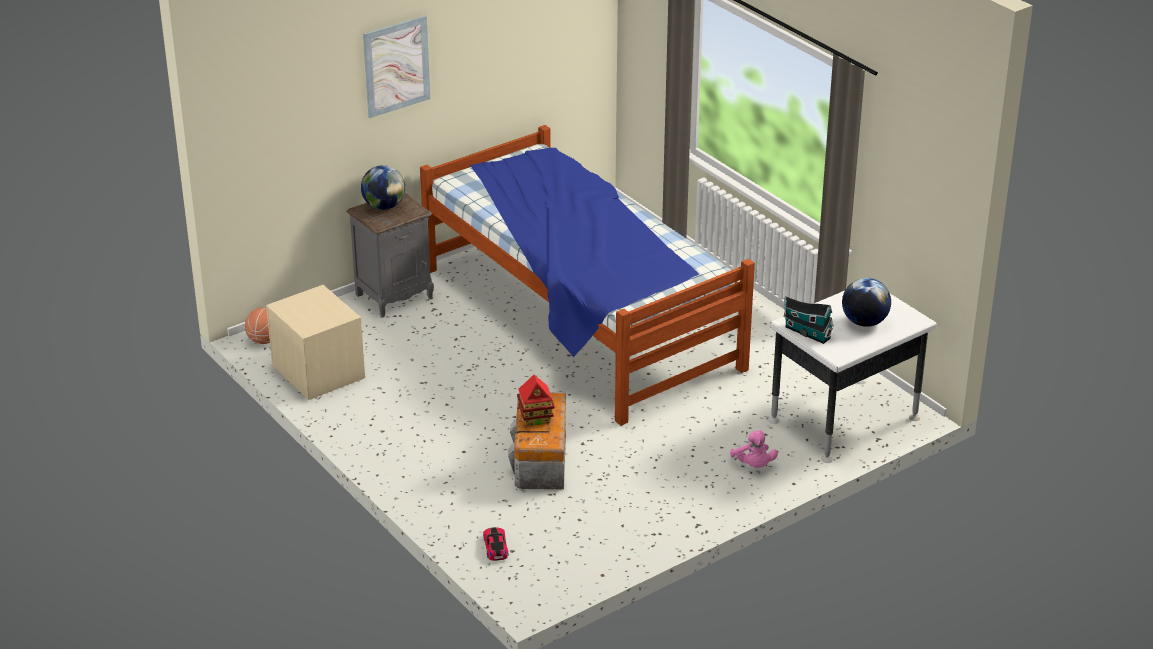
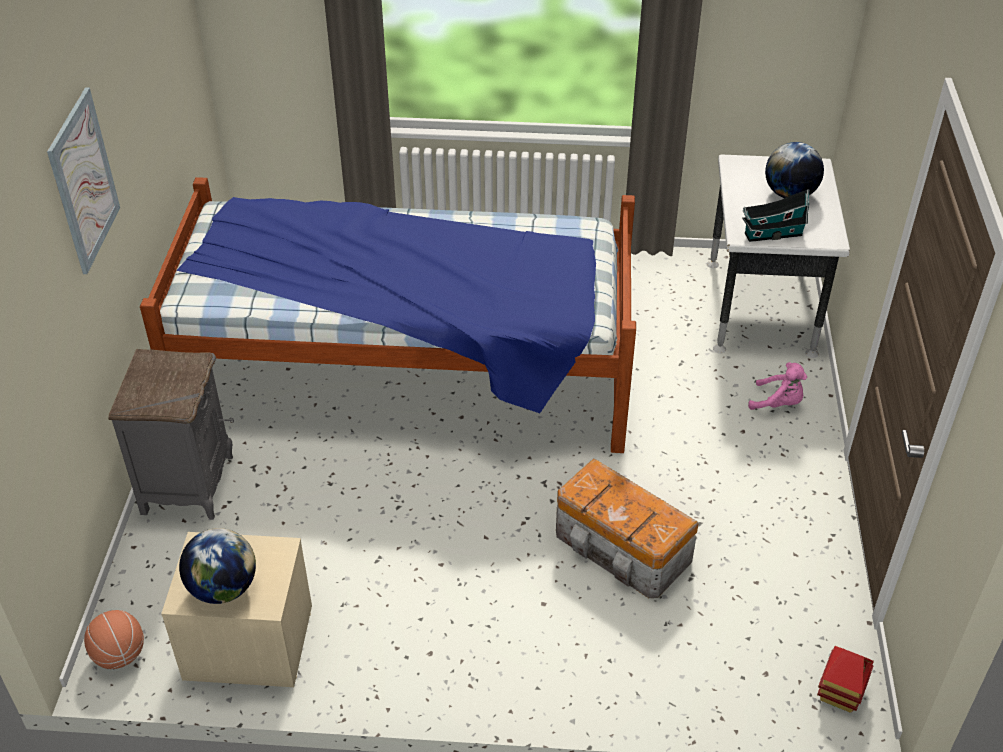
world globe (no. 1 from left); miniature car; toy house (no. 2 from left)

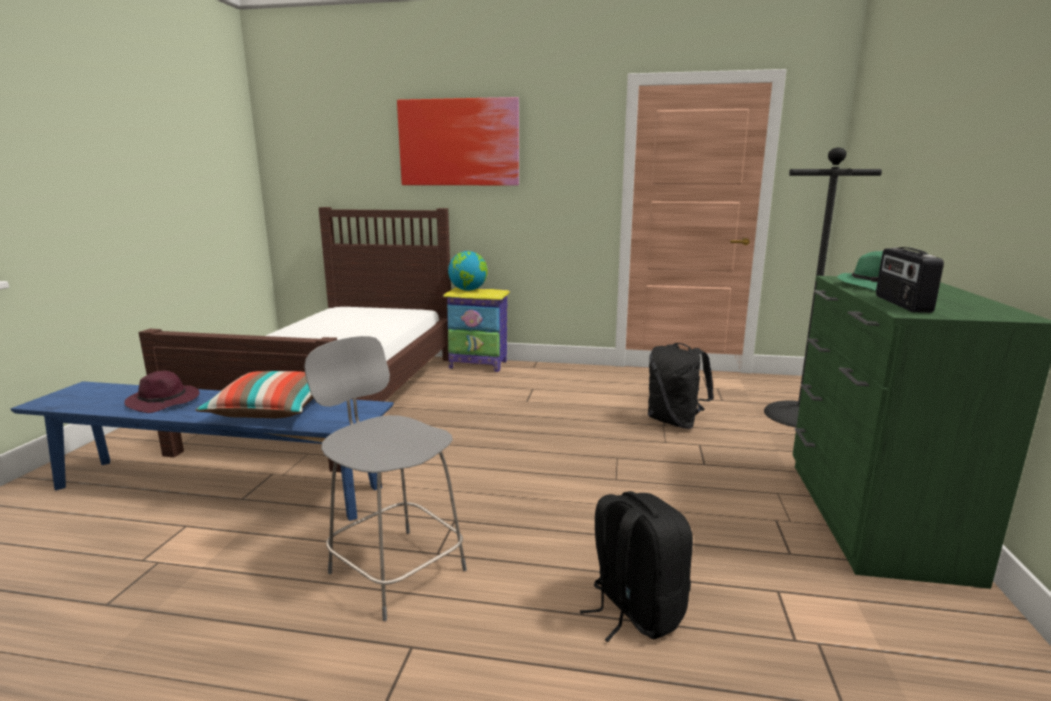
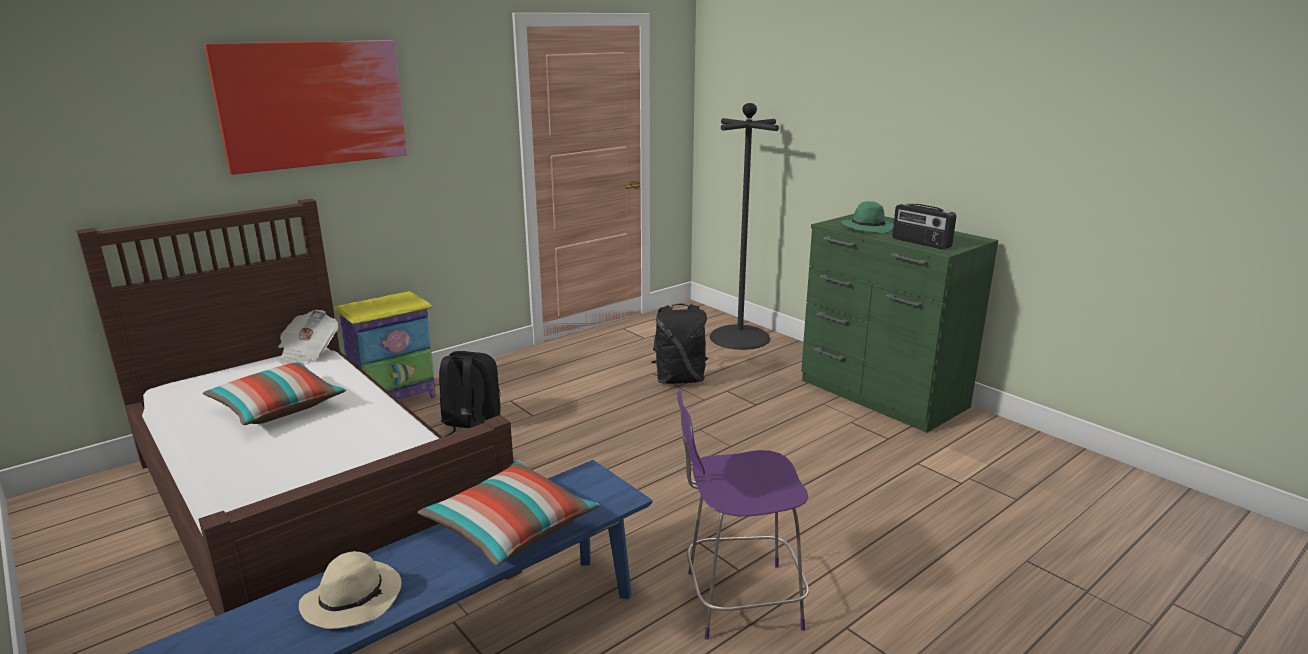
wearable hat (beige); chair (purple); world globe; knapsack (black) (no. 1 from left); cushion (no. 1 from left); newspaper

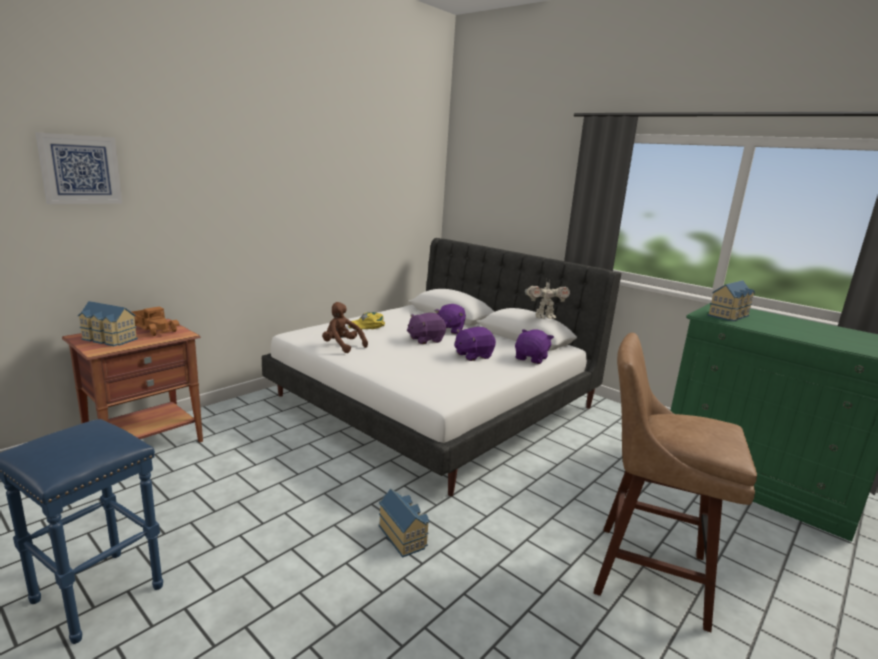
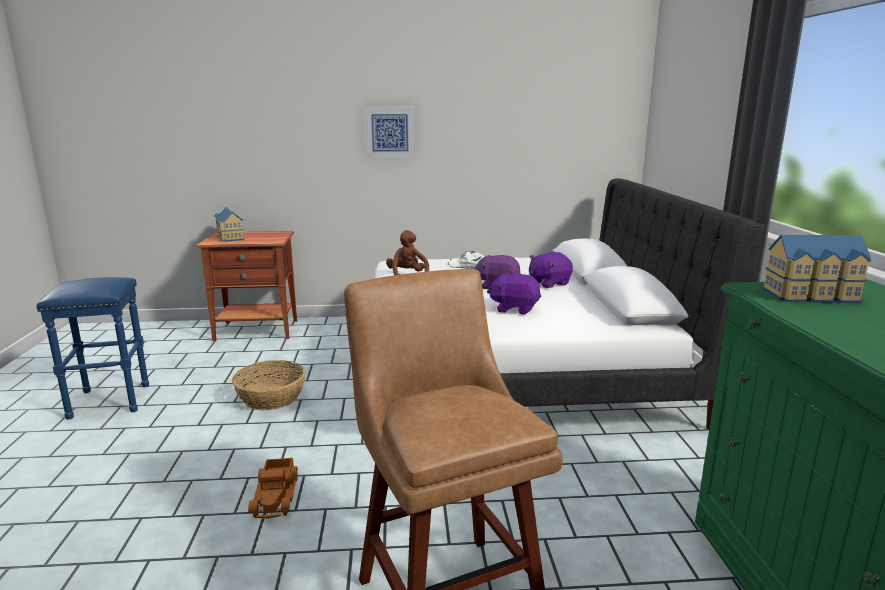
wall picture; model truck; baseball cap (white); toy house (no. 2 from left in the first image); cuddly toy (purple) (no. 4 from left in the first image); robot figure; storage basket

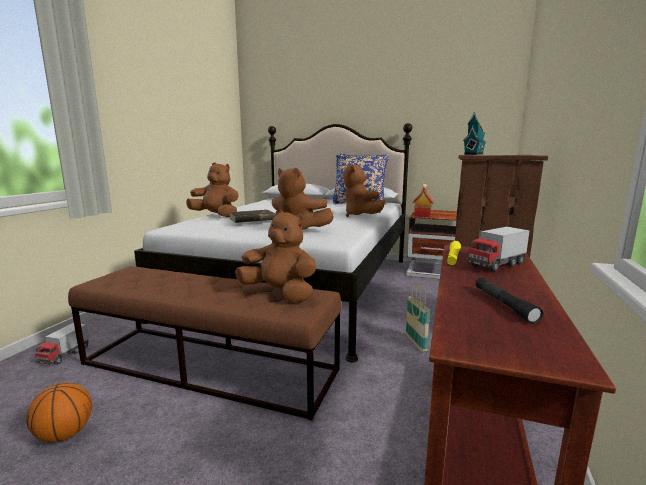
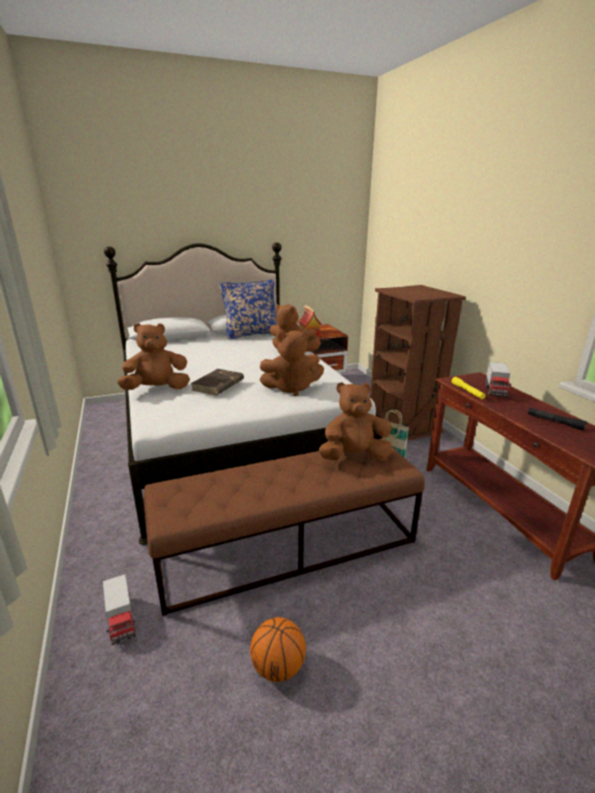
toy house (no. 2 from left in the first image)

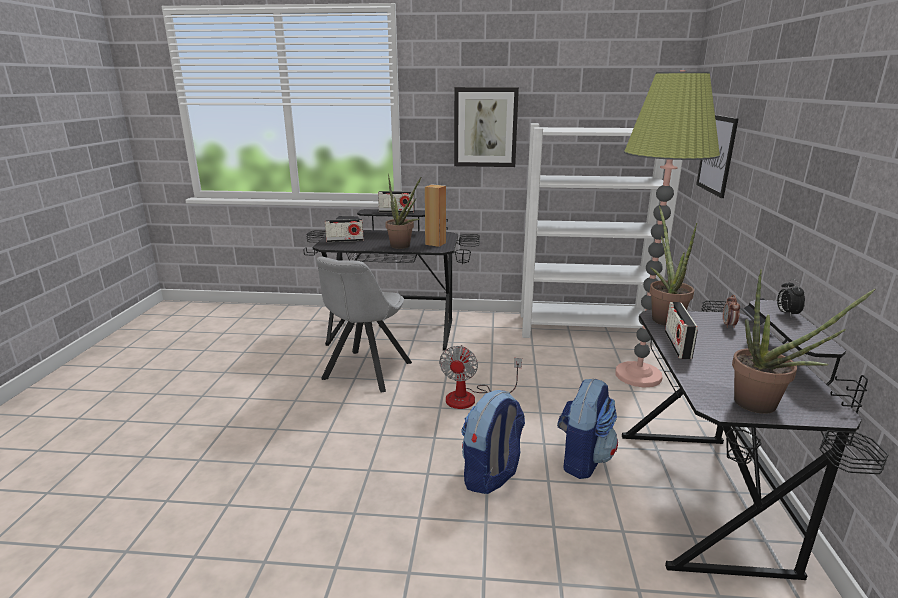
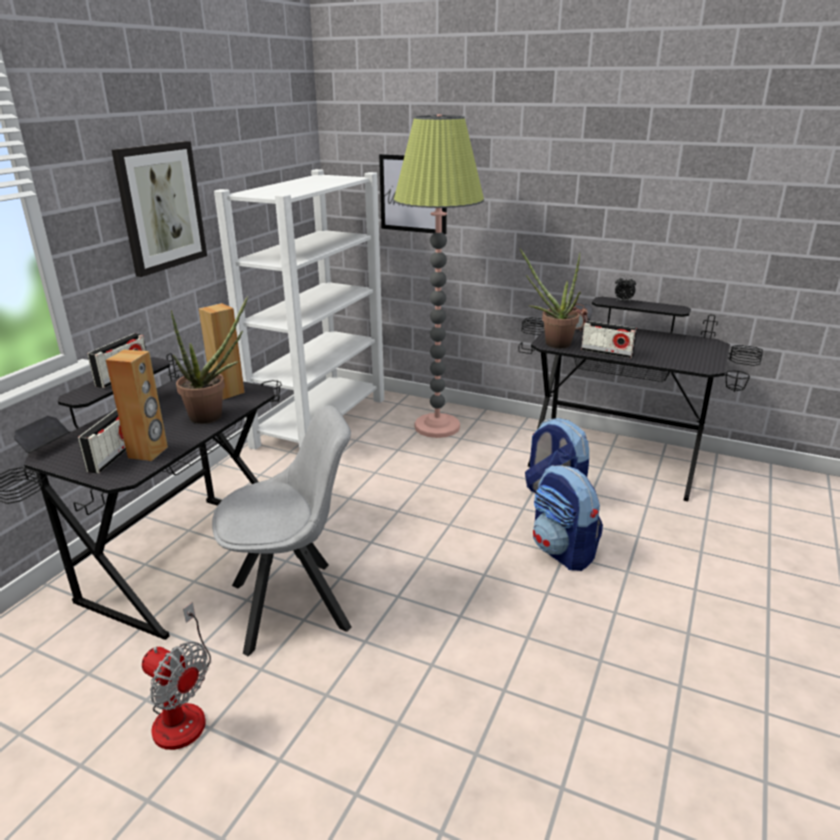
chair (grey); electric fan; houseplant (no. 3 from left in the first image); speaker (brownish) (no. 1 from left)

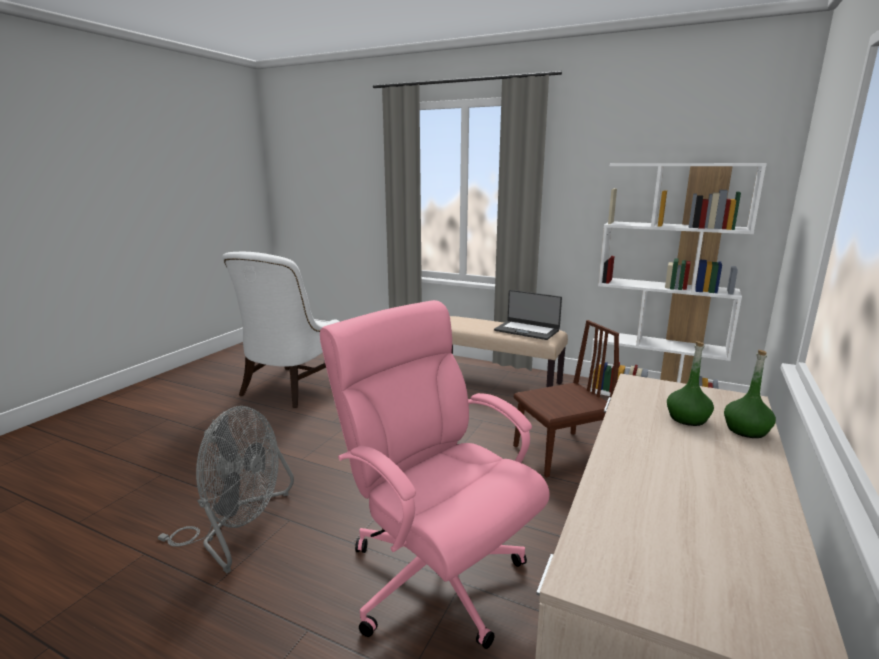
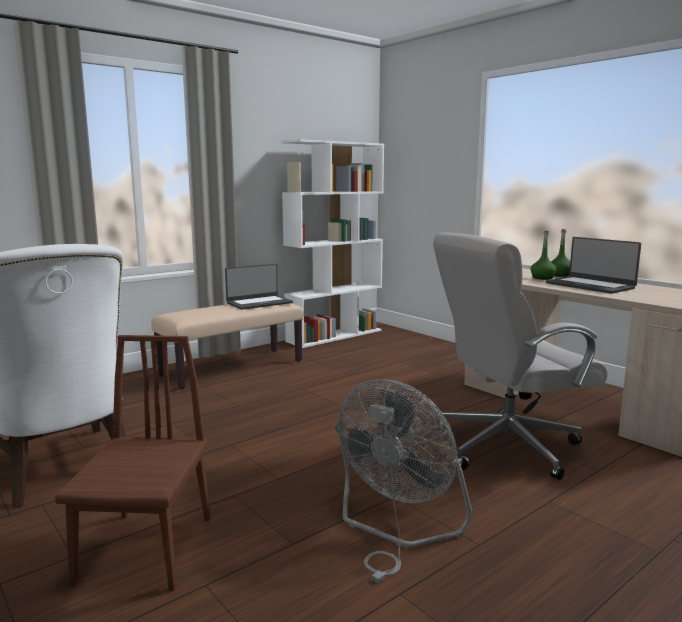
desk chair (grey); chair (brownish); notebook computer (no. 2 from left)

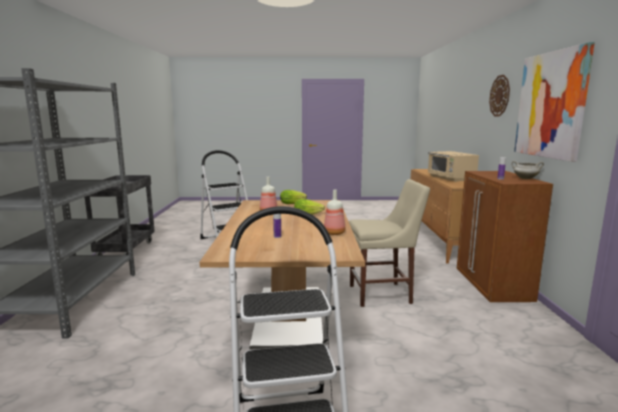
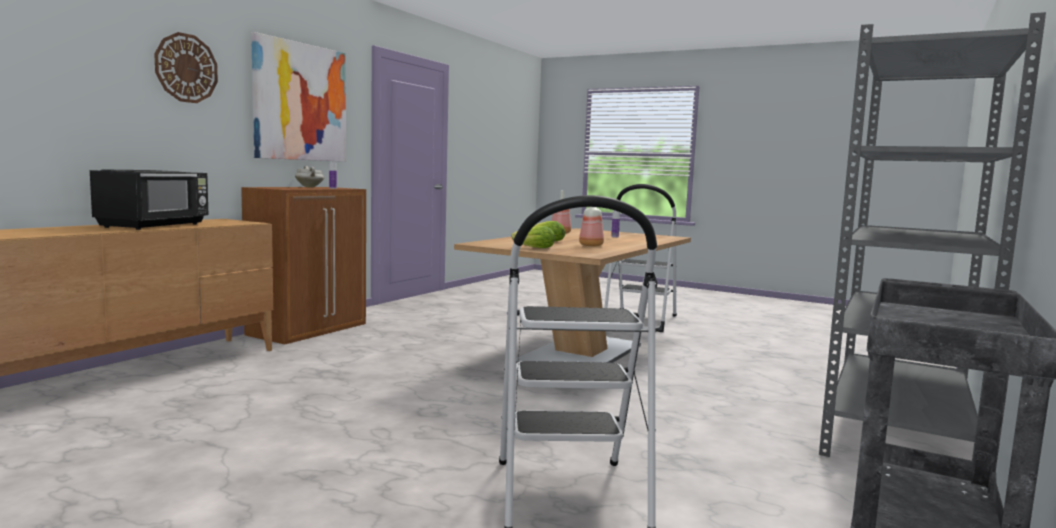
chair (beige); microwave oven (black)

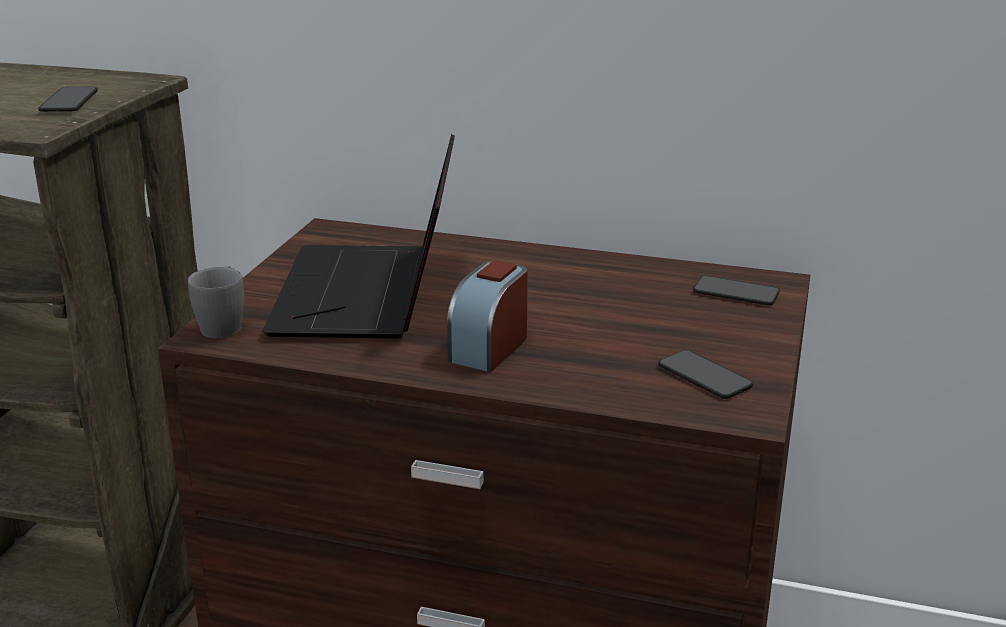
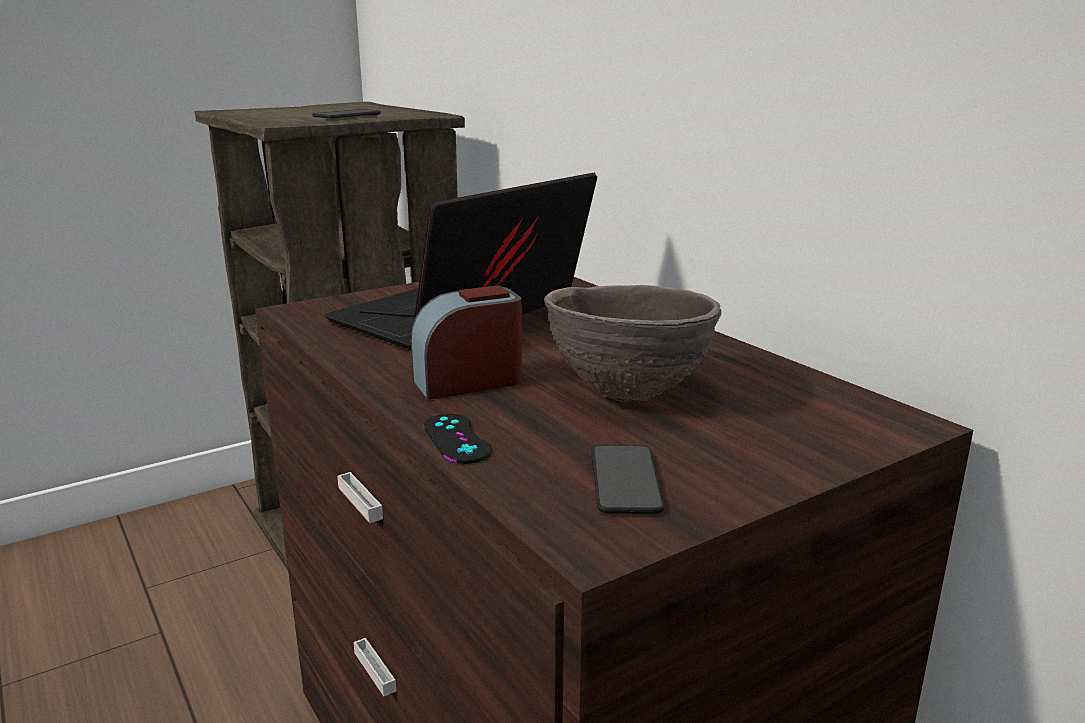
tea mug (grey); phone (no. 3 from left in the first image); gamepad (black); deep dish (brownish)

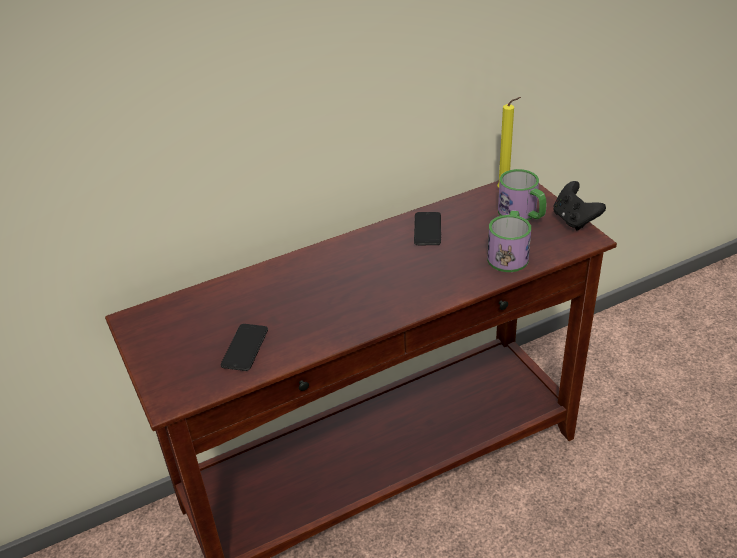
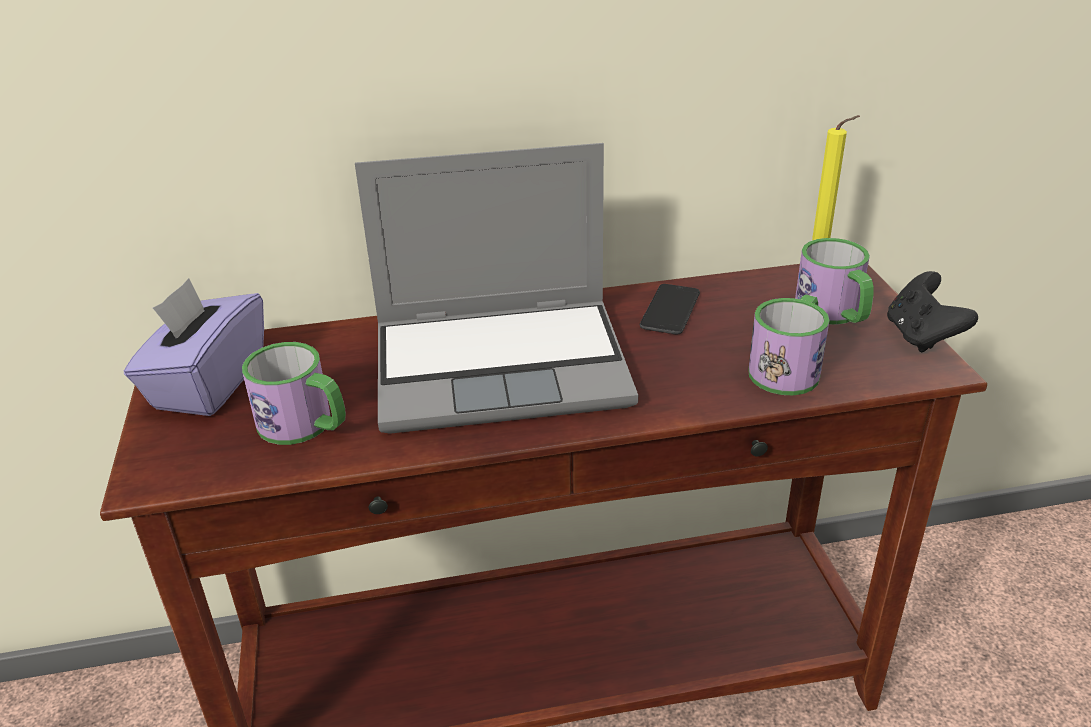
tea mug (no. 1 from left); tissue box (purple); notebook computer

